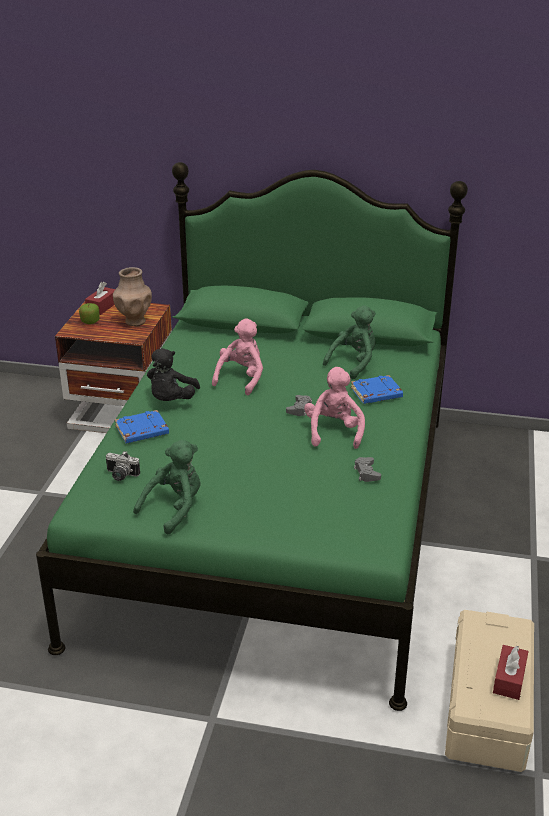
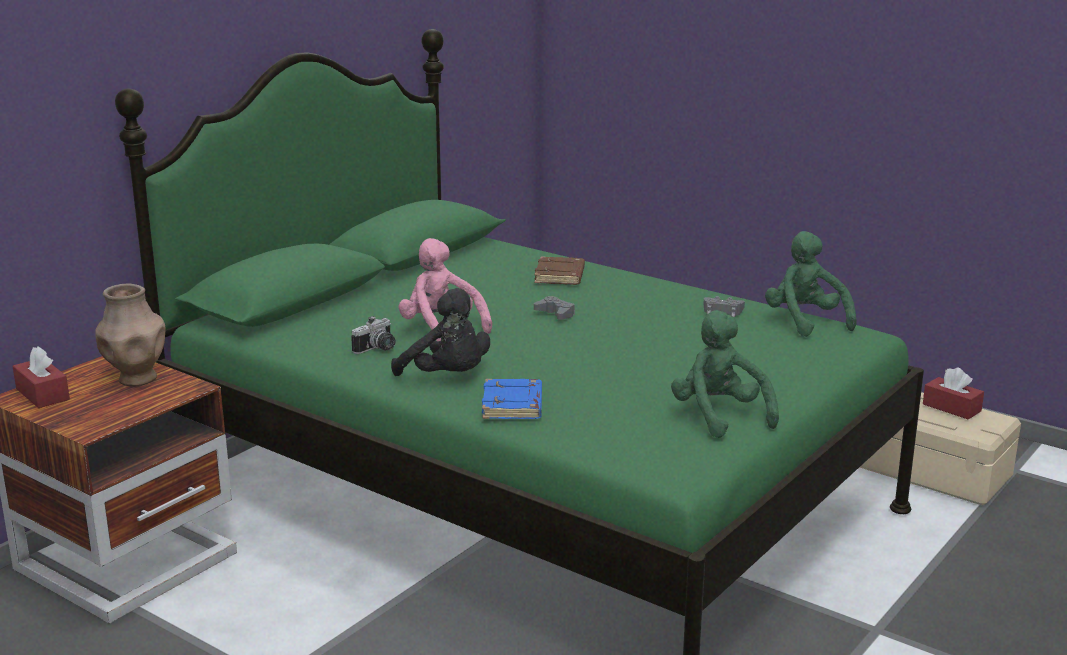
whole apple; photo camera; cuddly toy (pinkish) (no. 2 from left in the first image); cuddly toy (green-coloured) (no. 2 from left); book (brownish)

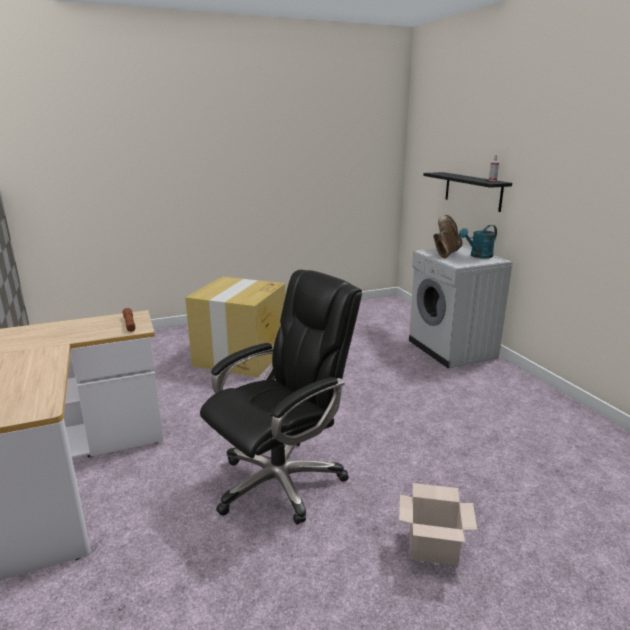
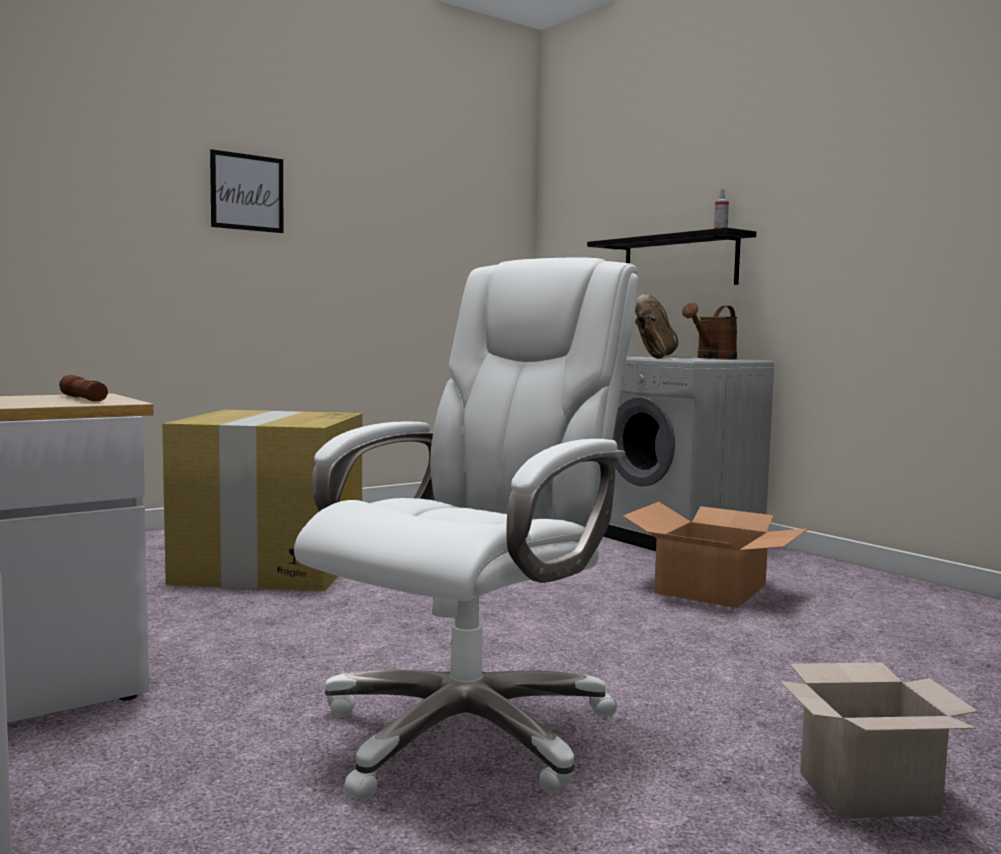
desk chair (white); watering can (brownish); wall picture; packing box (no. 2 from left)

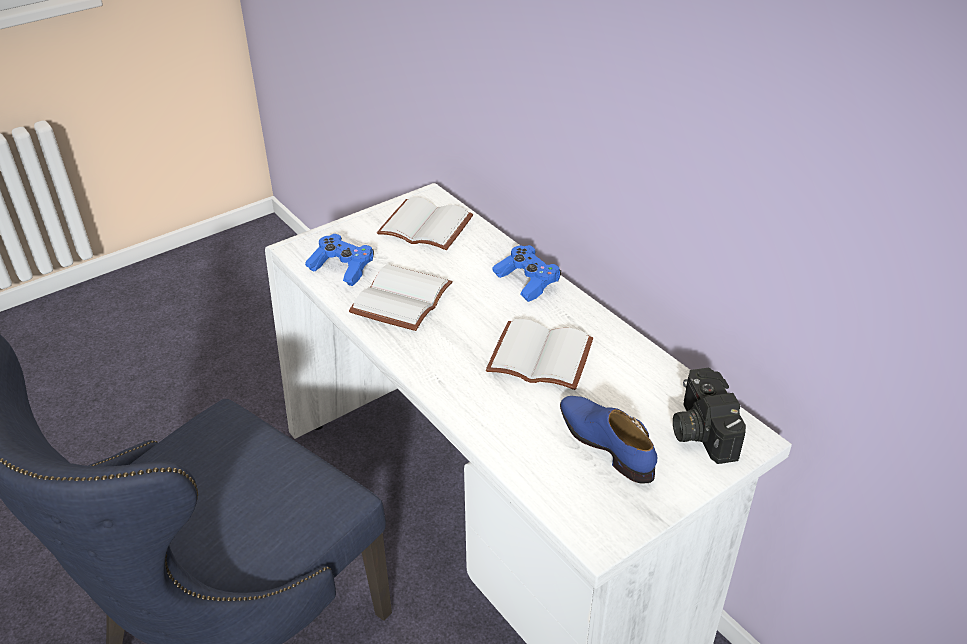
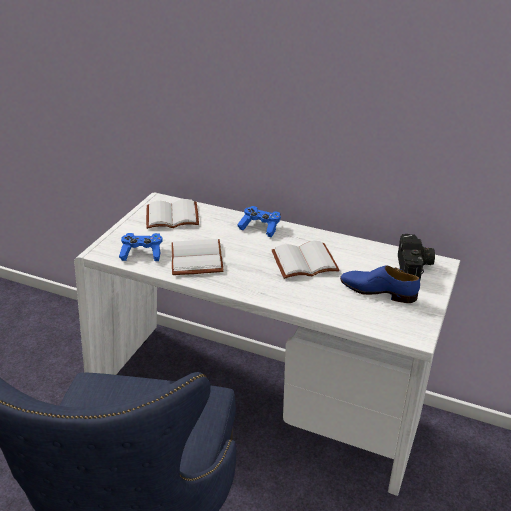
photo camera

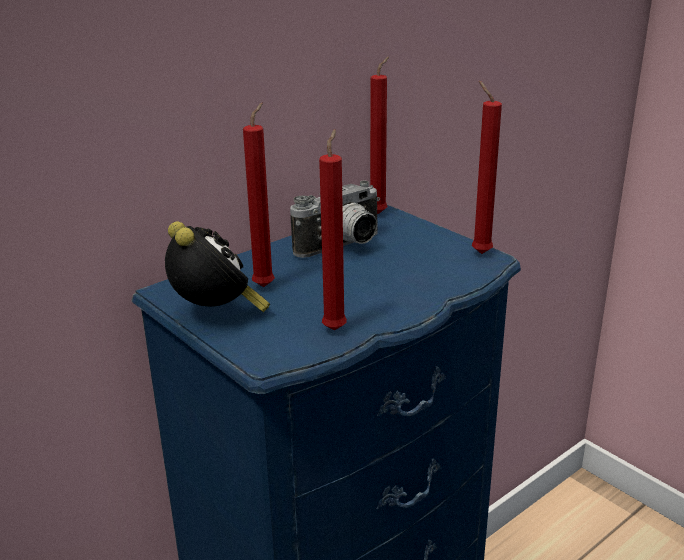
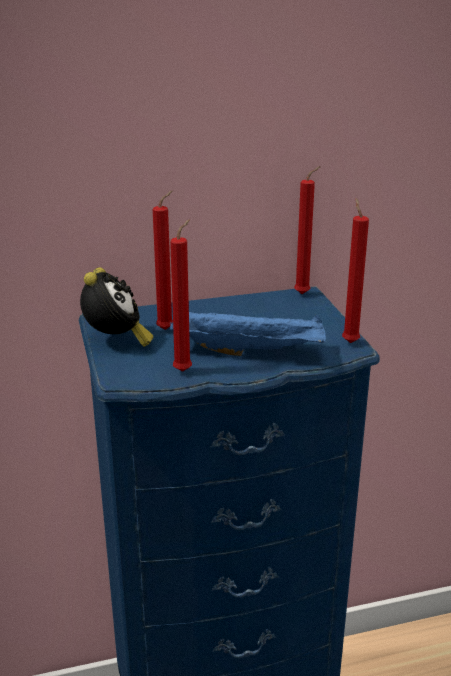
photo camera; serving tray (blue)

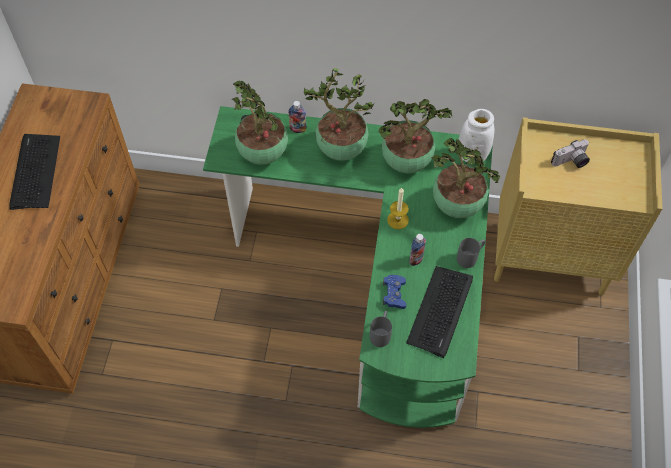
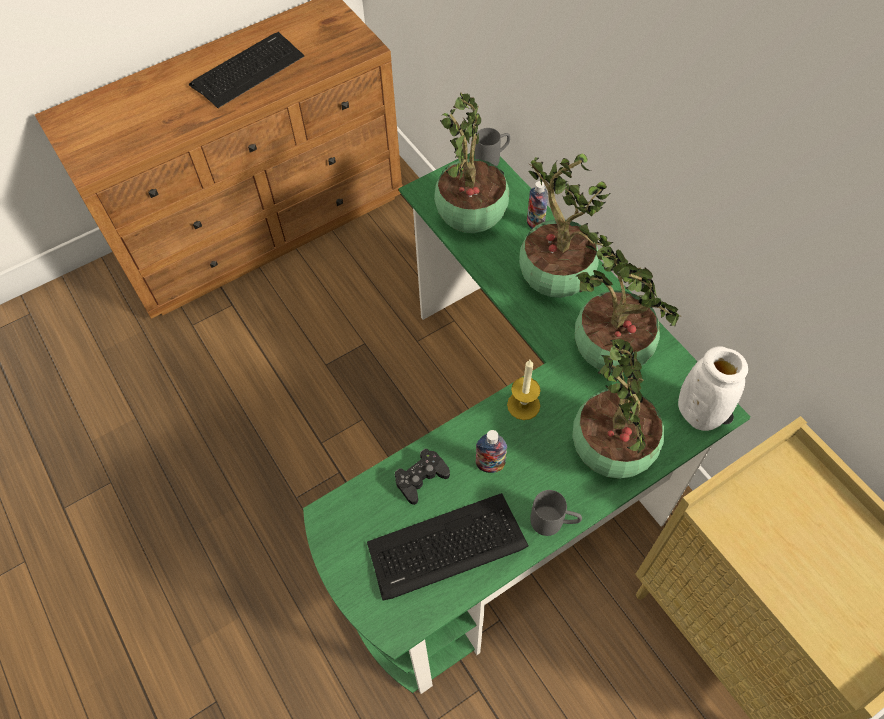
tea mug (grey) (no. 1 from left); gamepad (black); photo camera

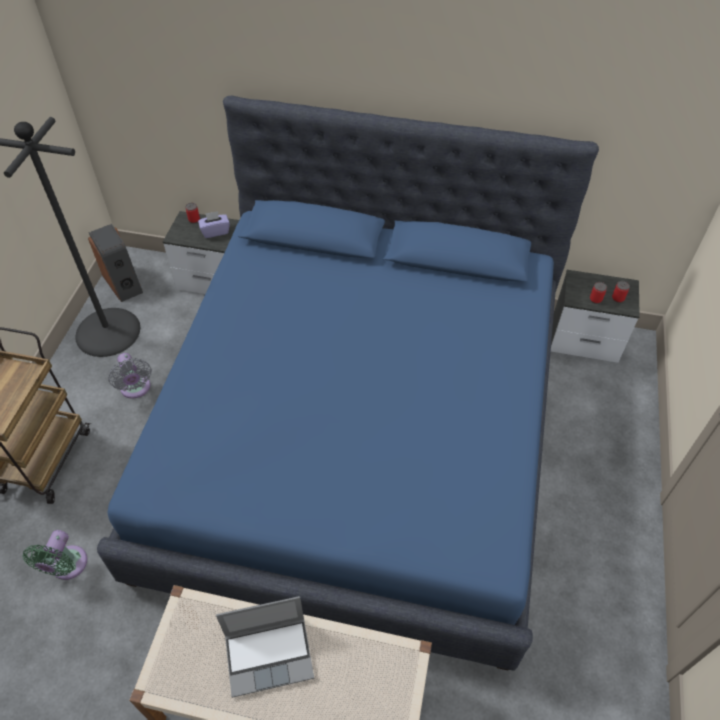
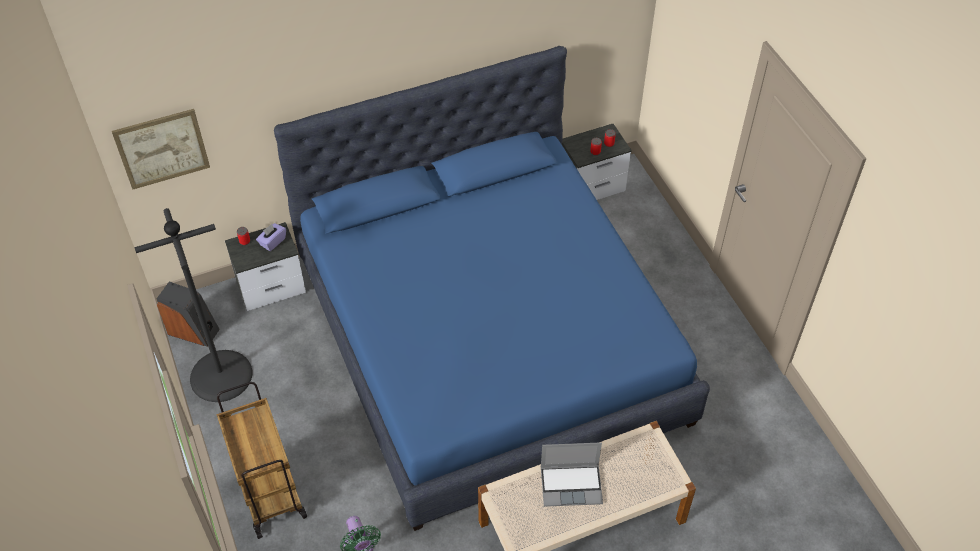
electric fan (grey); notebook computer; wall picture

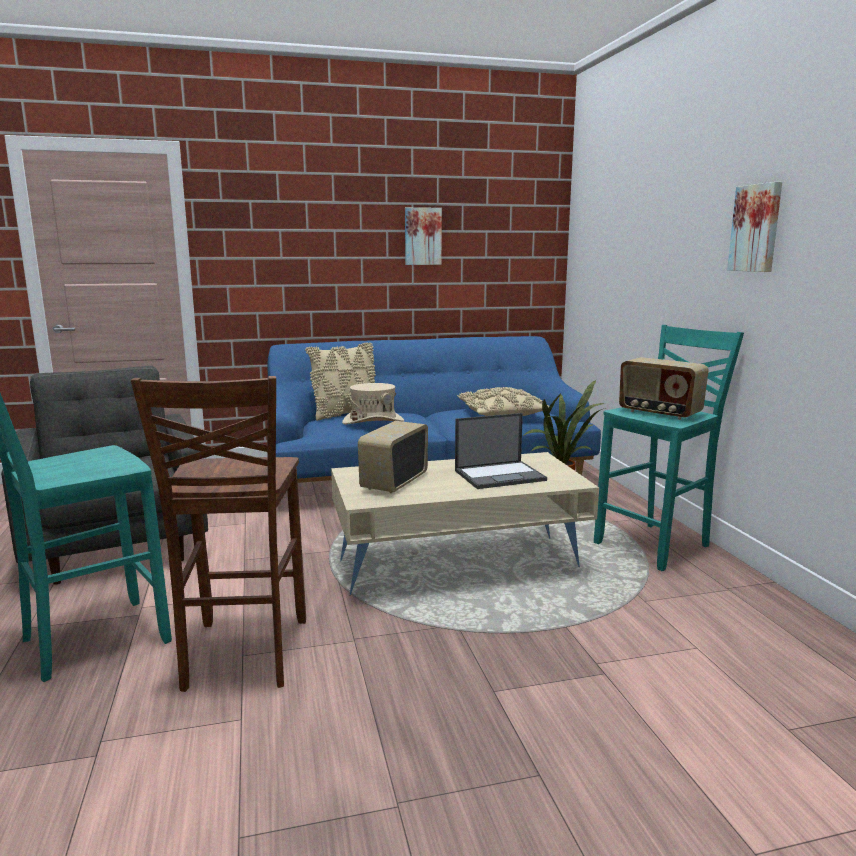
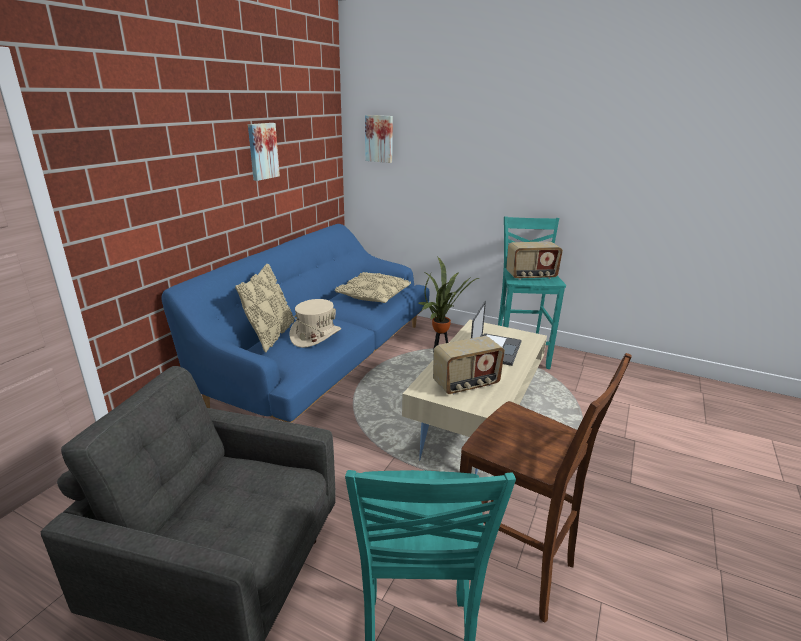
radio (no. 1 from left); wall picture (no. 2 from left)

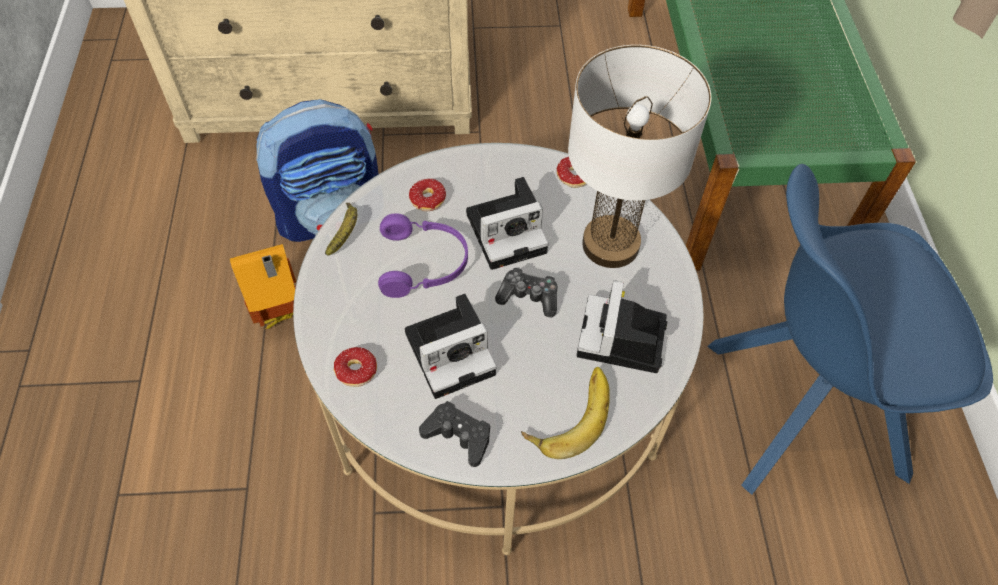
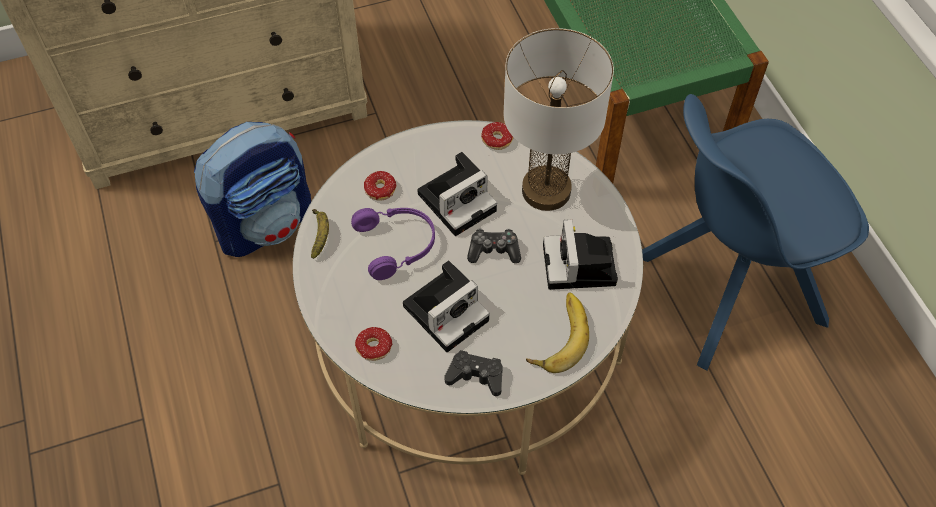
toy house

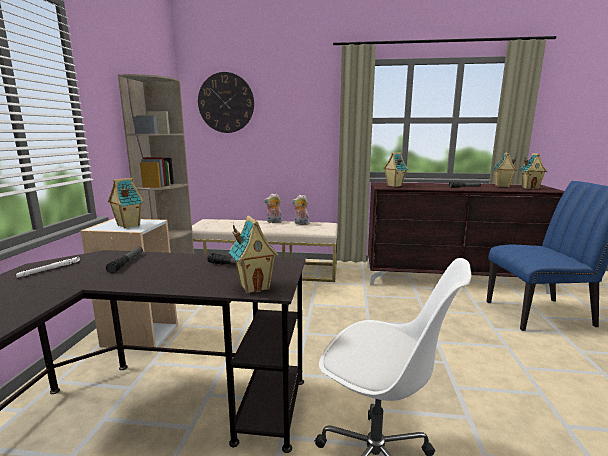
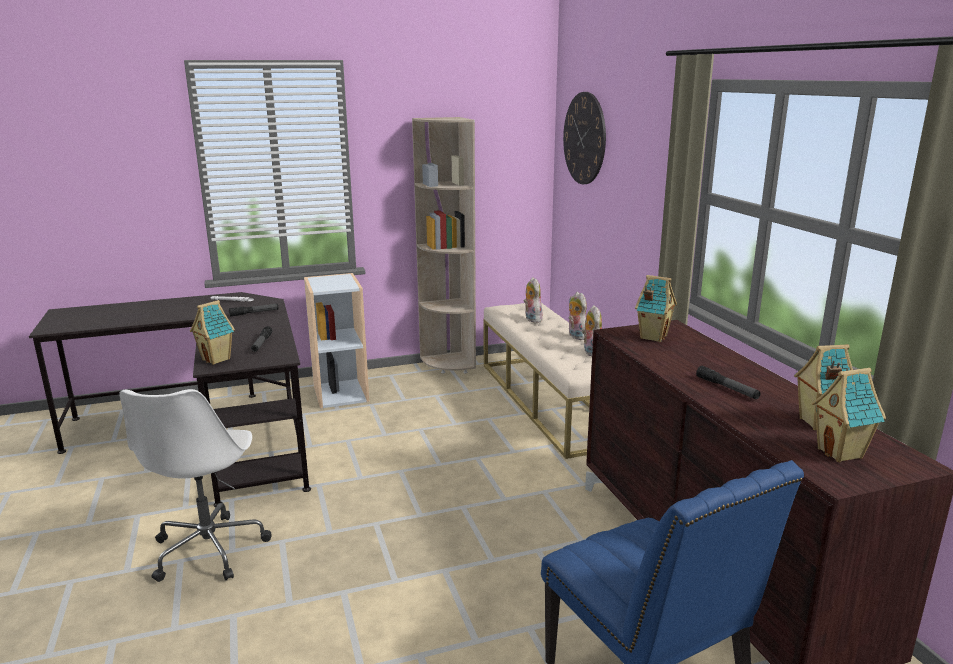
toy house (no. 1 from left in the first image); cuddly toy (no. 1 from left)

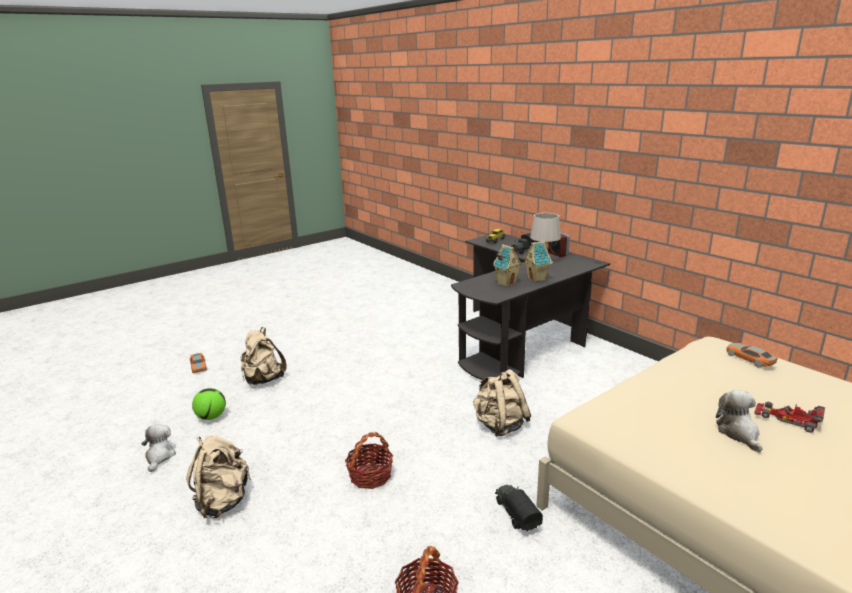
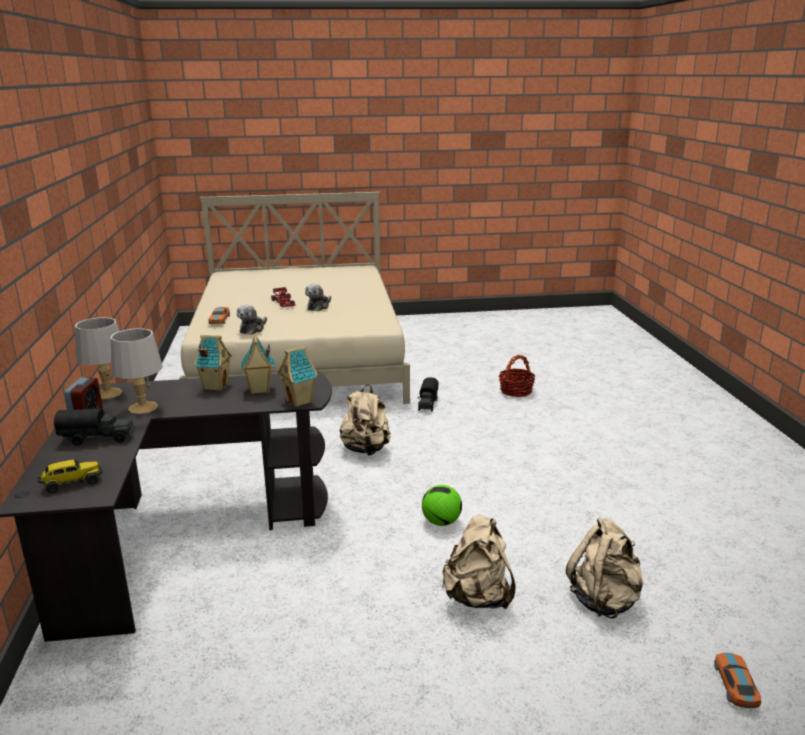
cuddly toy (no. 1 from left); knapsack (beige) (no. 2 from left); football ball; storage basket (no. 1 from left in the first image); table lamp (grey) (no. 1 from left); toy house (no. 3 from left)

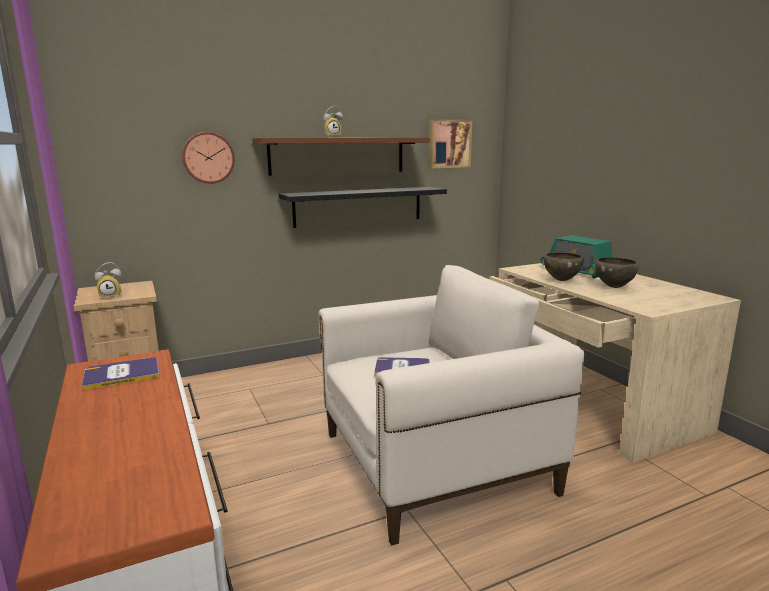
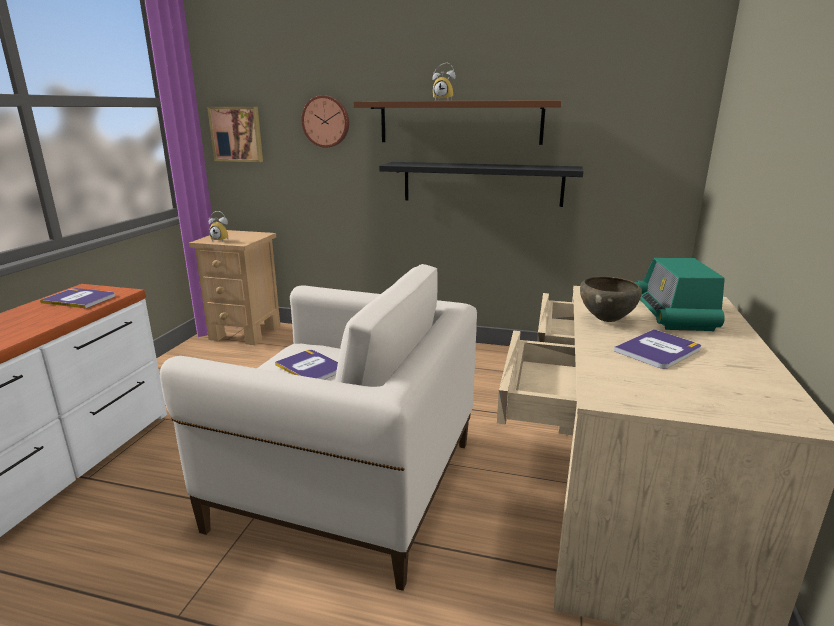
wall picture; book (no. 3 from left)

